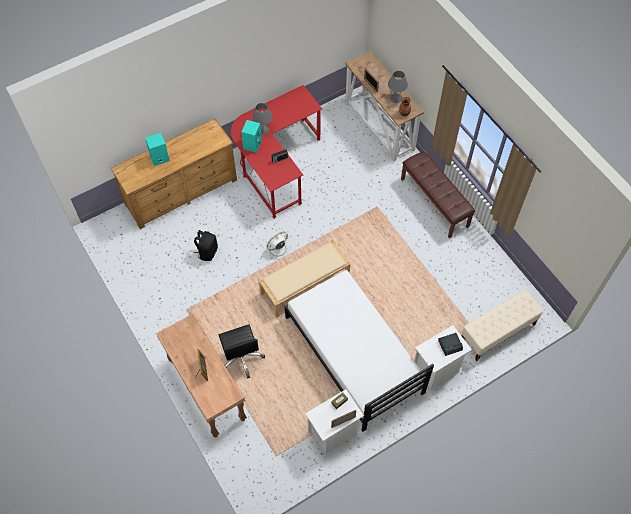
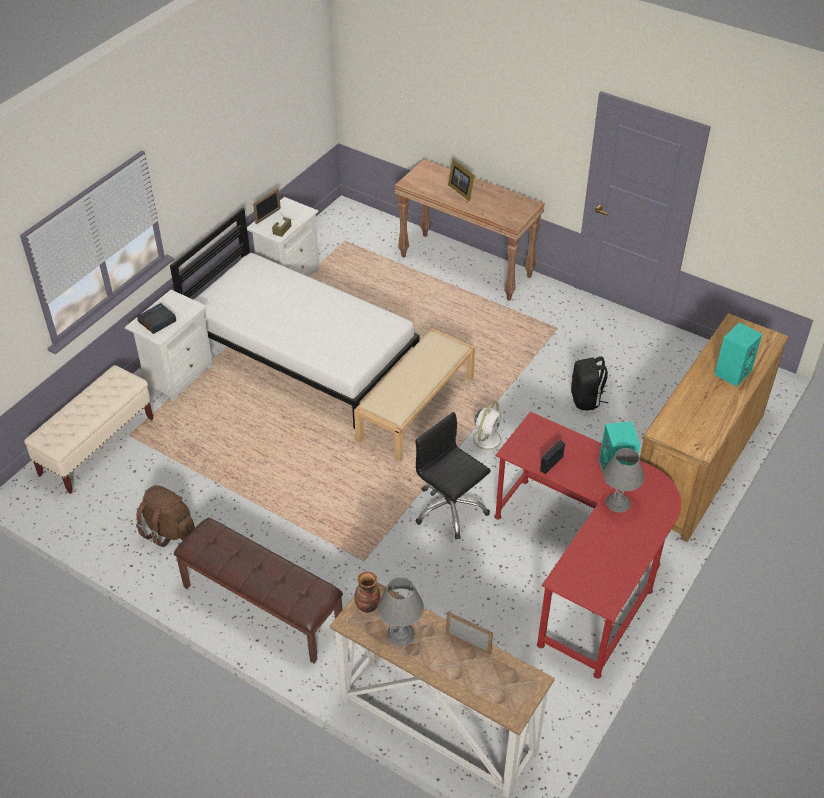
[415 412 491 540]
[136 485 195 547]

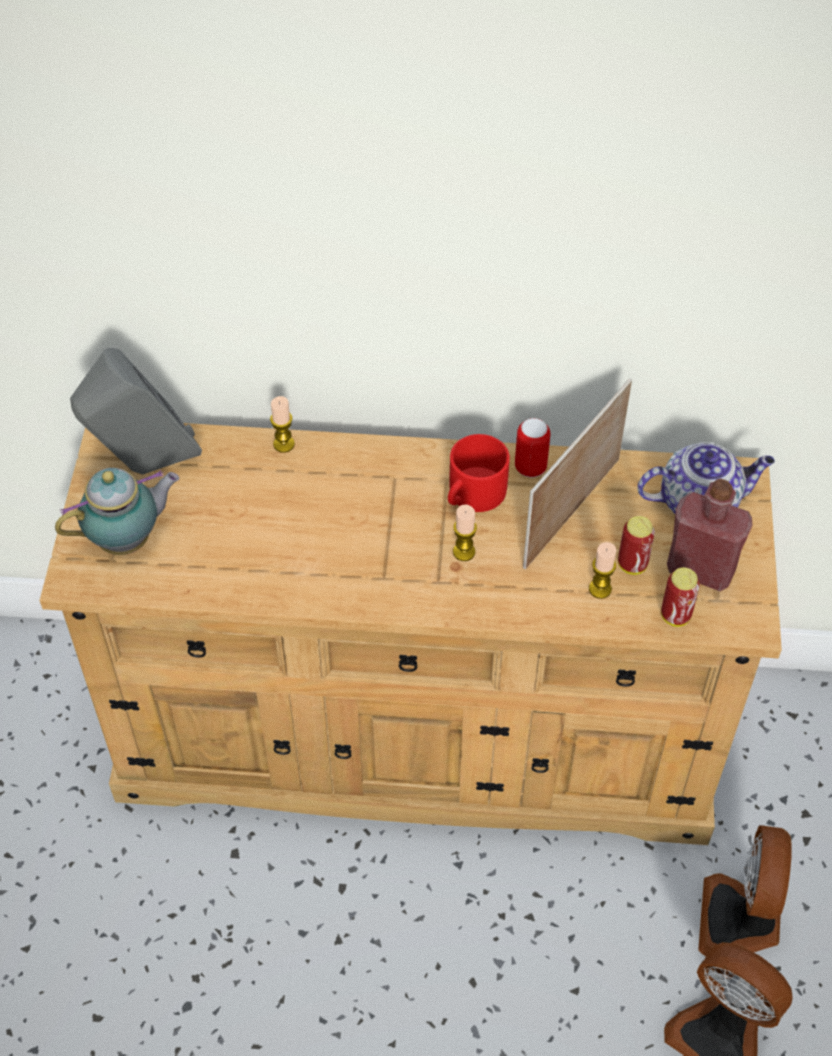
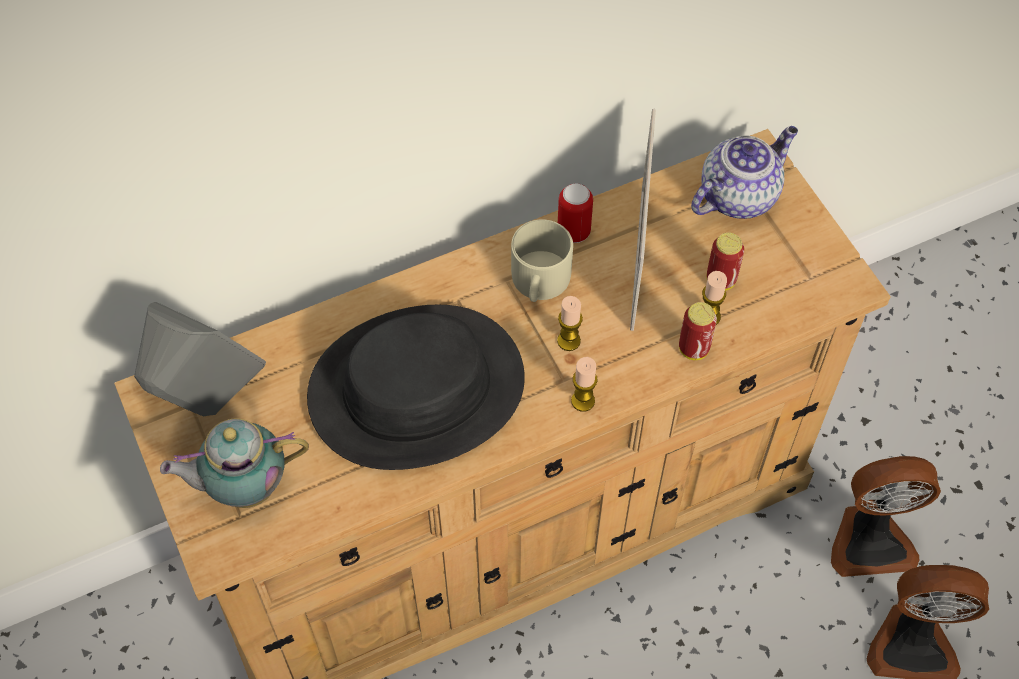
[160 418 309 508]
[571 357 598 412]
[511 219 573 302]
[679 302 717 360]
[667 478 753 591] (first image)
[831 456 941 577]
[307 305 525 470]

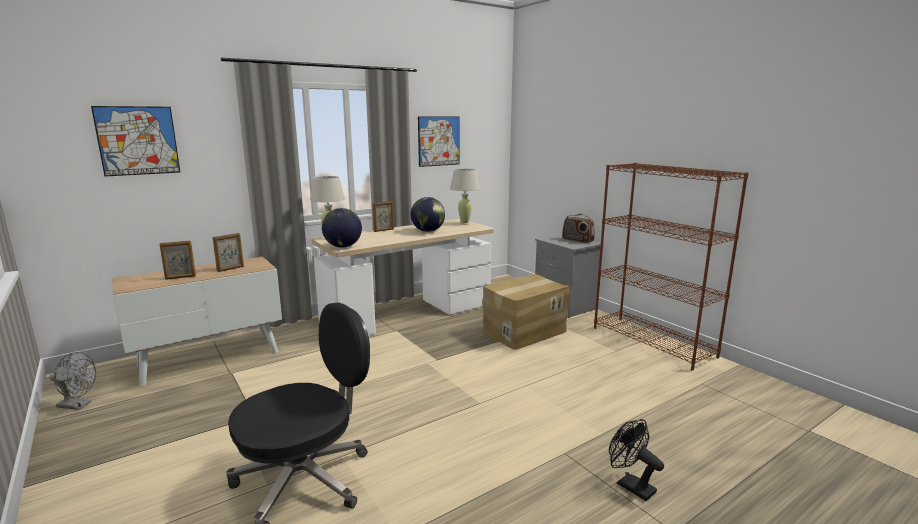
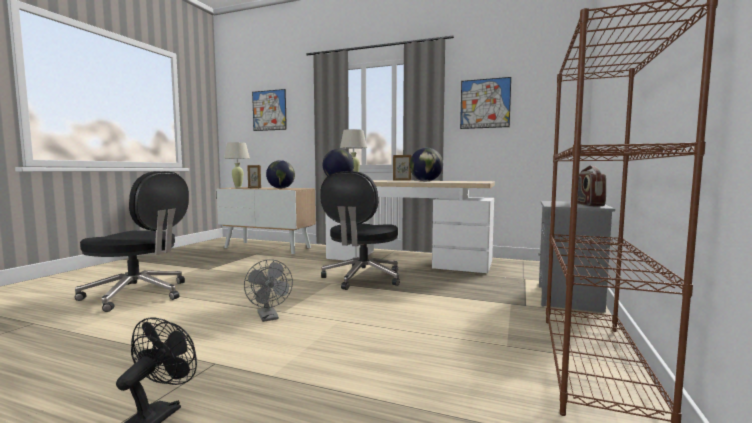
[244 259 293 322]
[266 160 295 189]
[224 142 250 188]
[482 274 570 350] (first image)
[320 171 400 290]

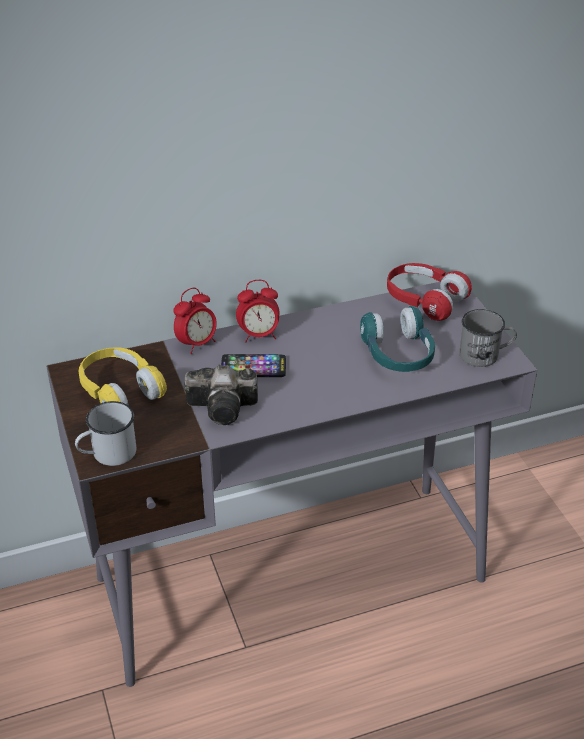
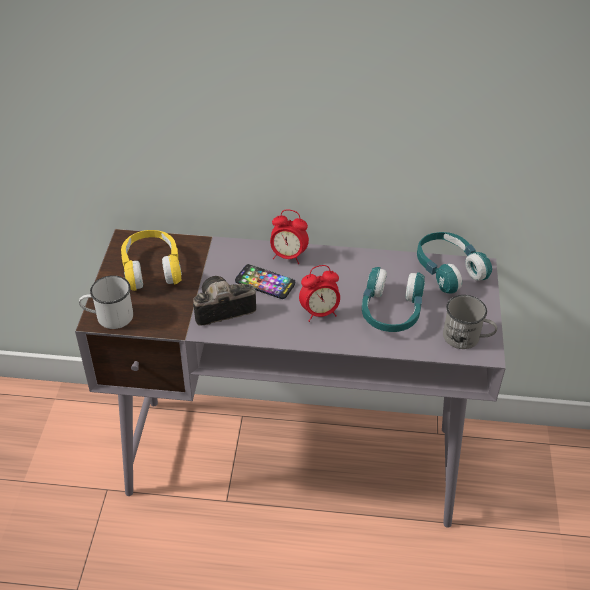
[299 265 340 322]
[193 276 256 326]
[417 232 492 294]

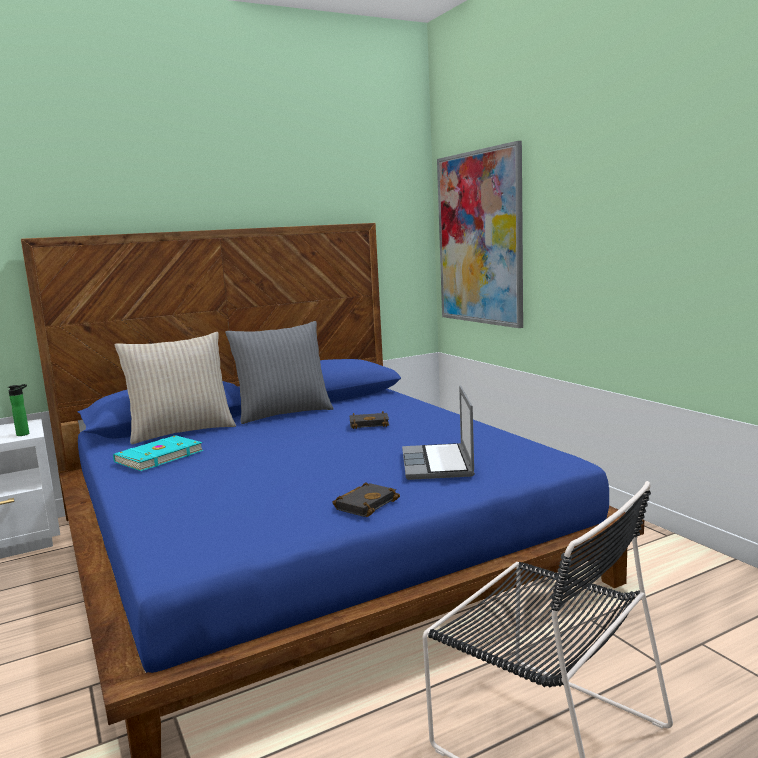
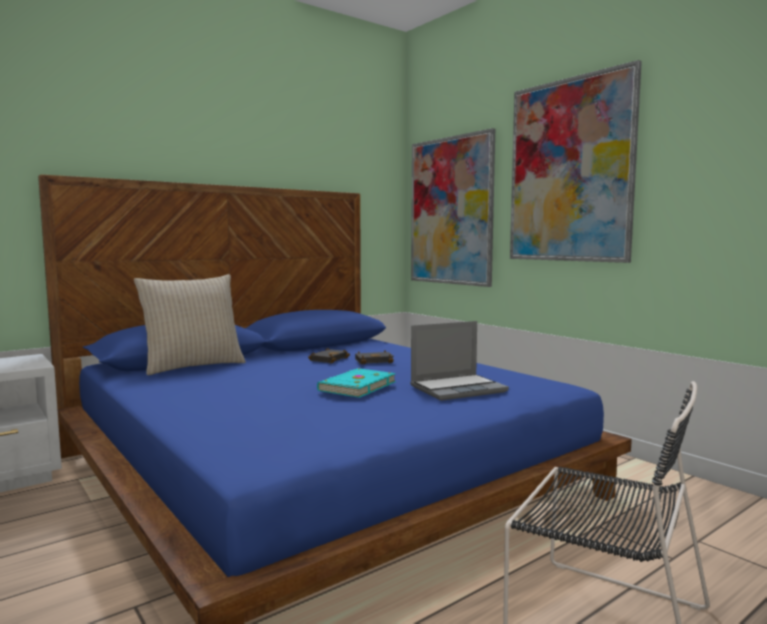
[8 384 29 436] (first image)
[317 368 396 398]
[225 321 334 424] (first image)
[308 348 350 363]
[410 321 509 401]
[510 60 642 263]

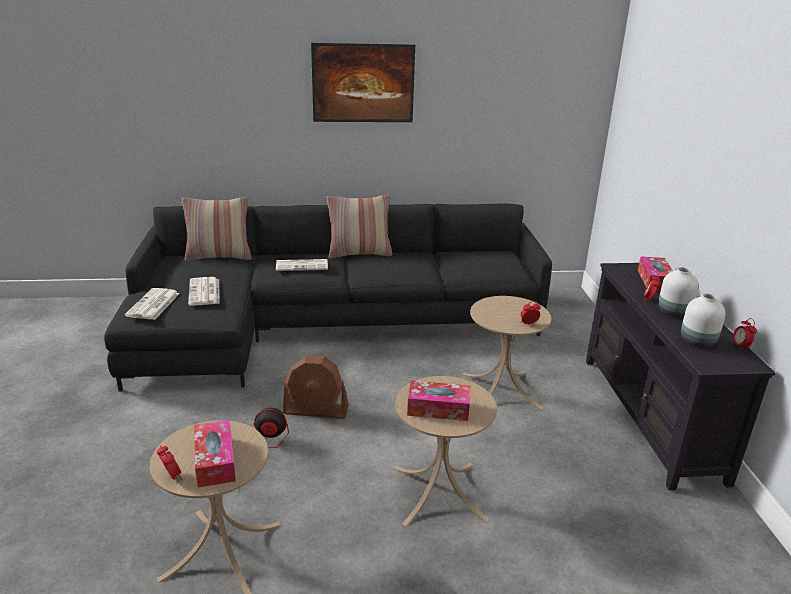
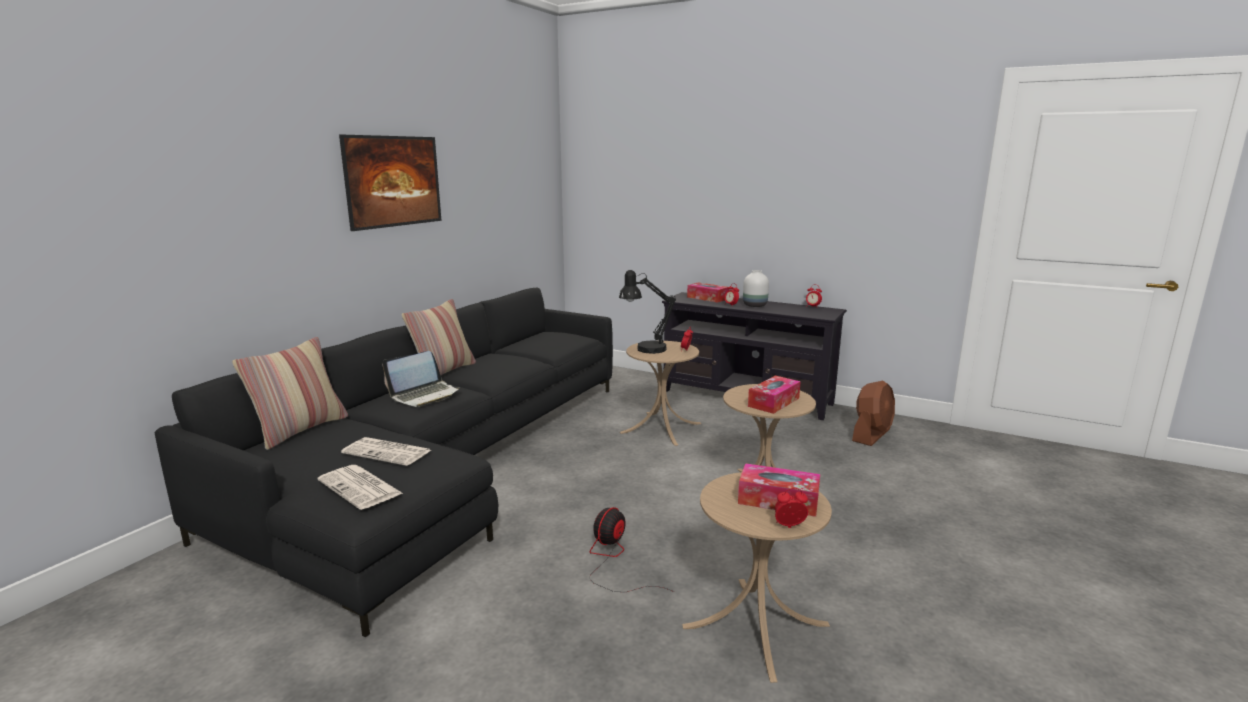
[382 351 460 407]
[852 381 895 446]
[681 293 725 348] (first image)
[619 270 676 354]

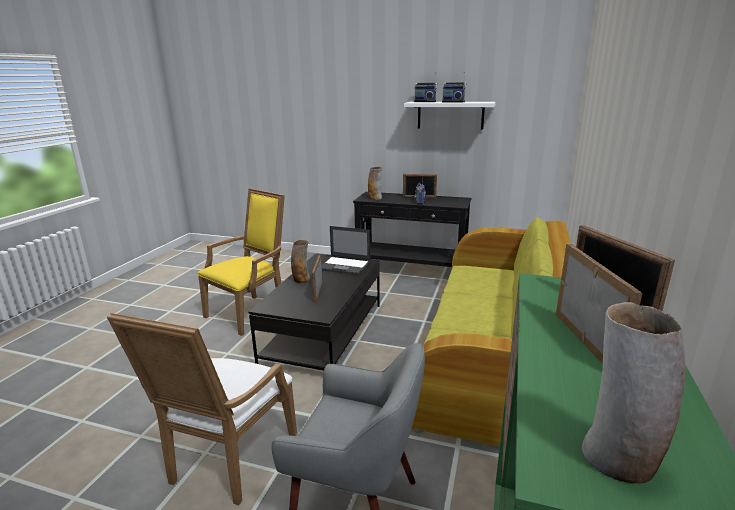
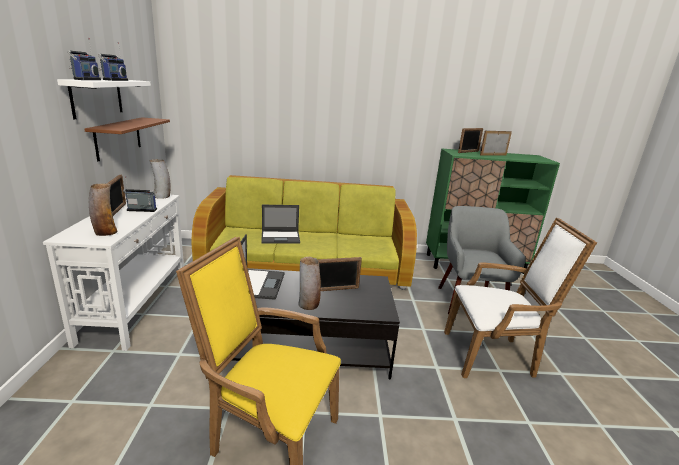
[43 195 184 351]
[149 159 171 199]
[84 117 170 161]
[261 205 300 244]

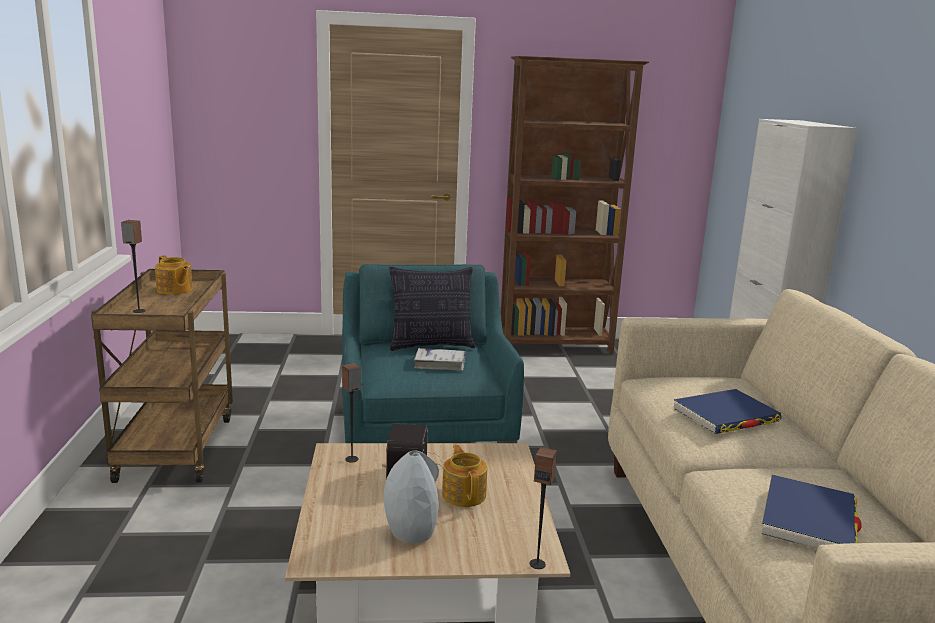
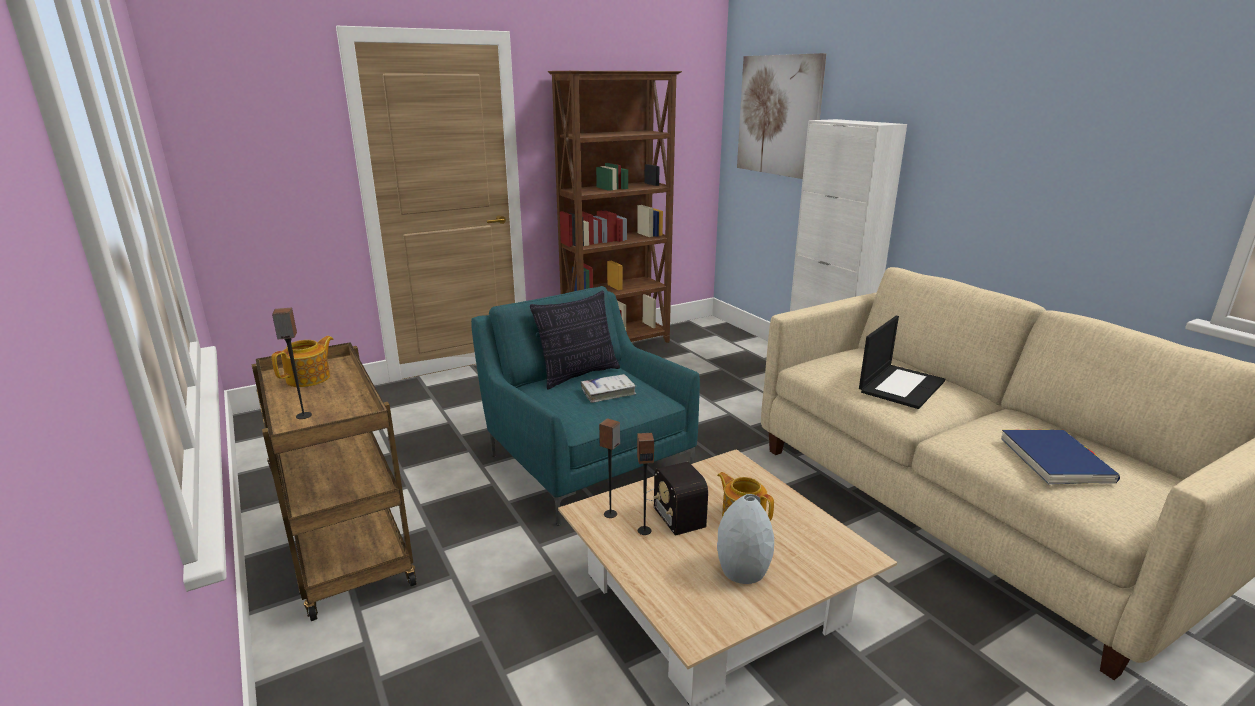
[271 336 333 387]
[637 433 654 535]
[859 316 945 409]
[737 53 826 179]

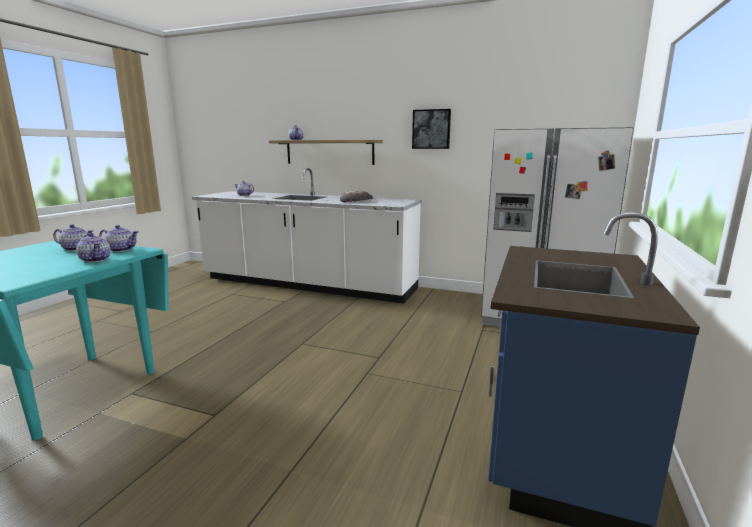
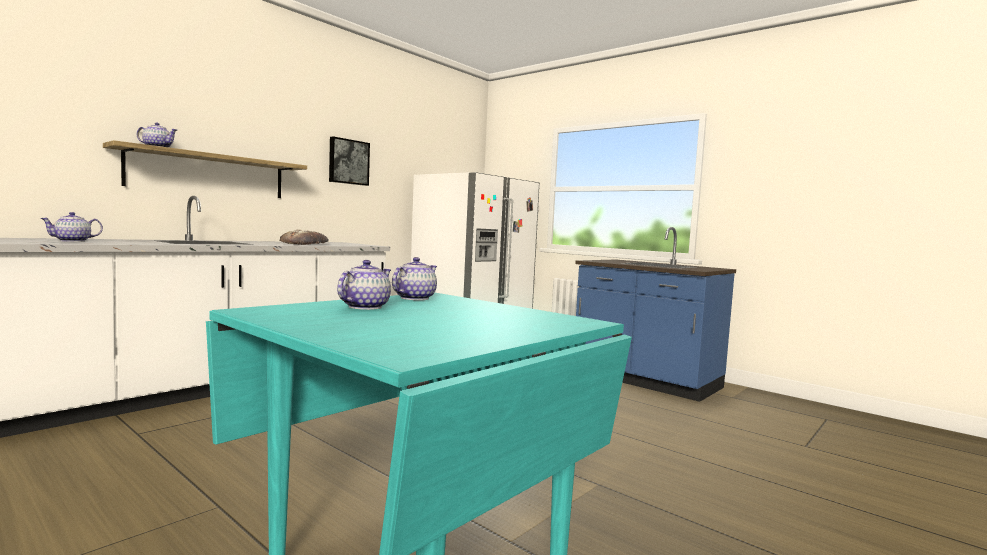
[76 233 111 263] (first image)

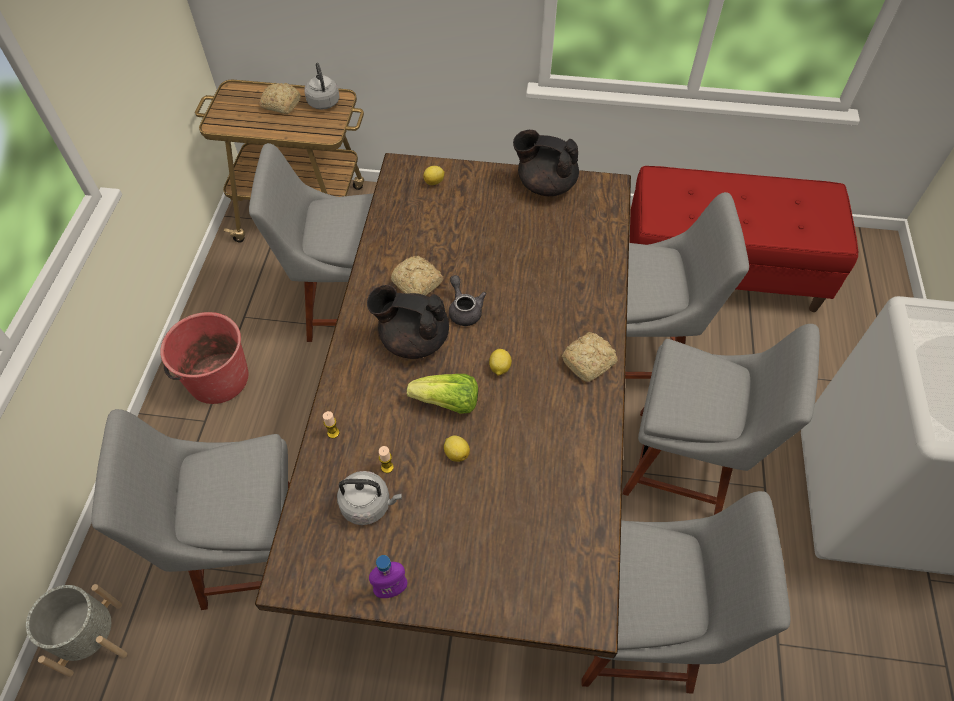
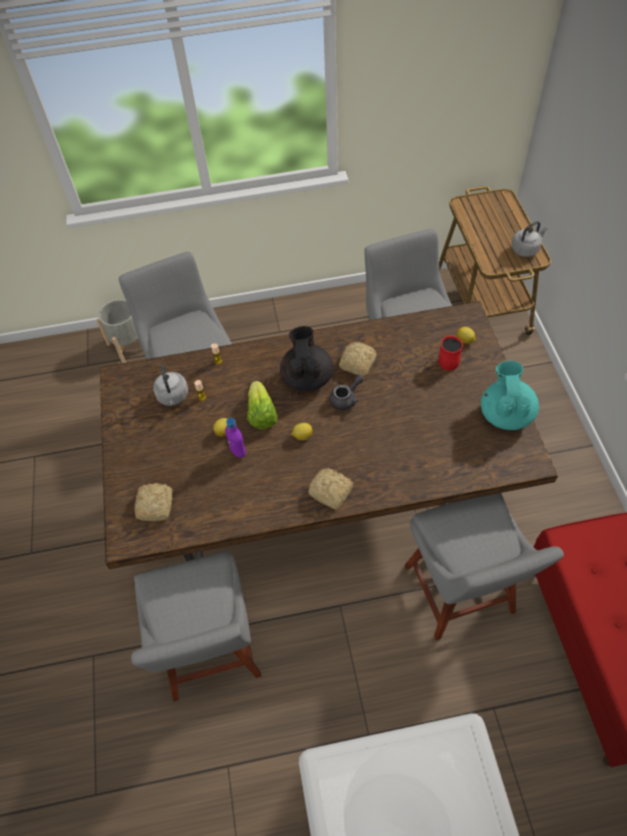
[160 312 248 404] (first image)
[134 483 173 521]
[225 418 246 458]
[481 361 539 430]
[622 324 820 515] (first image)
[438 336 463 371]

